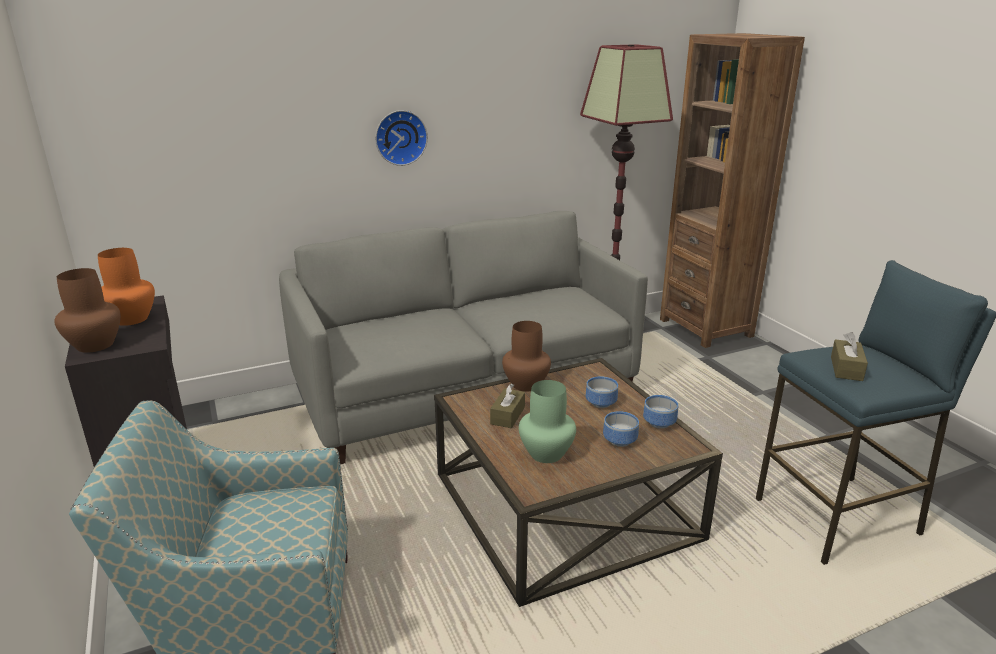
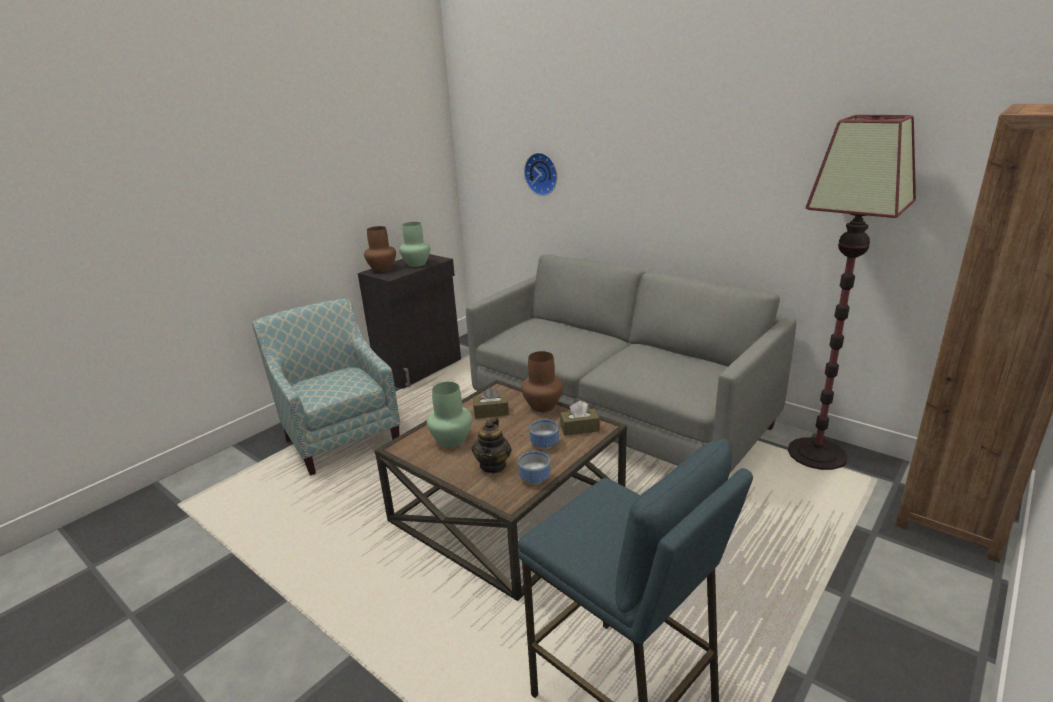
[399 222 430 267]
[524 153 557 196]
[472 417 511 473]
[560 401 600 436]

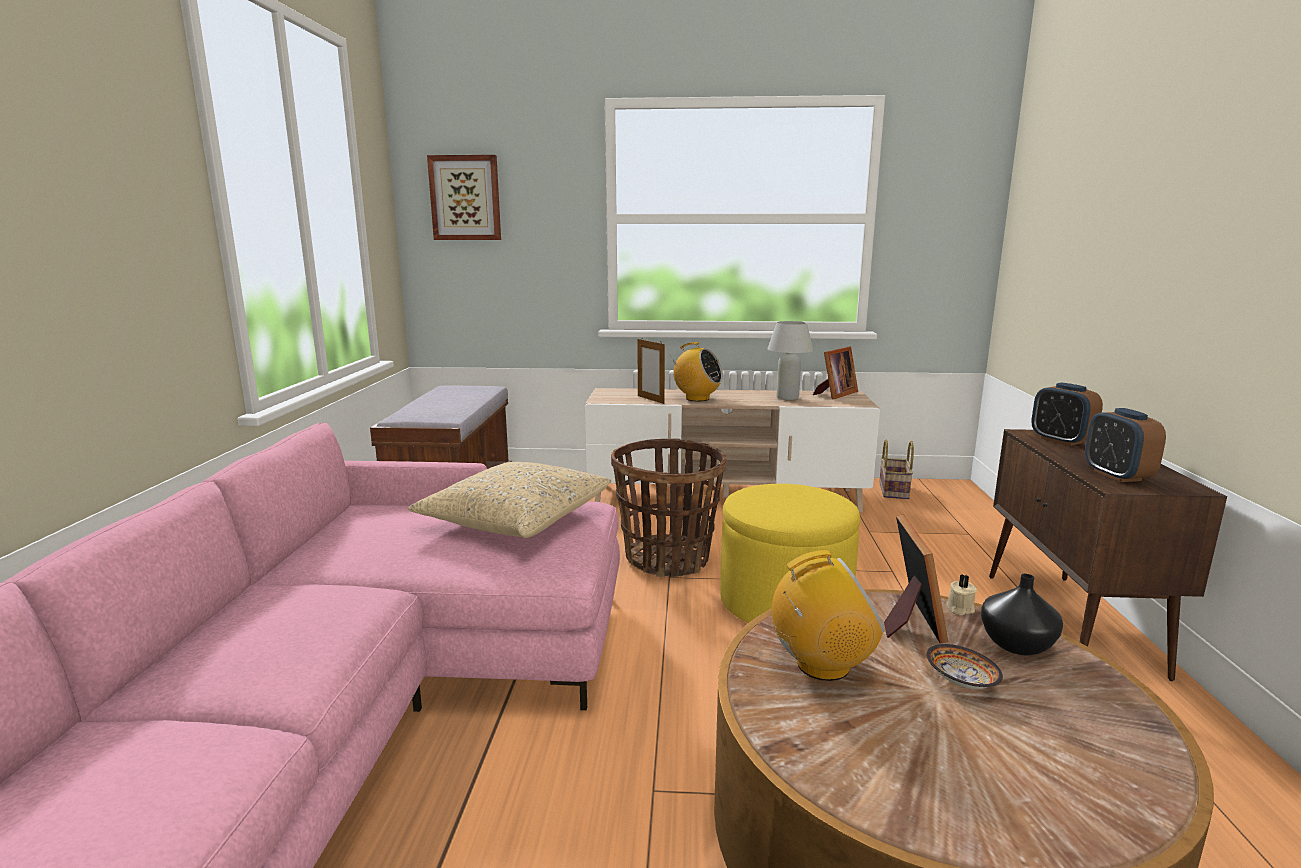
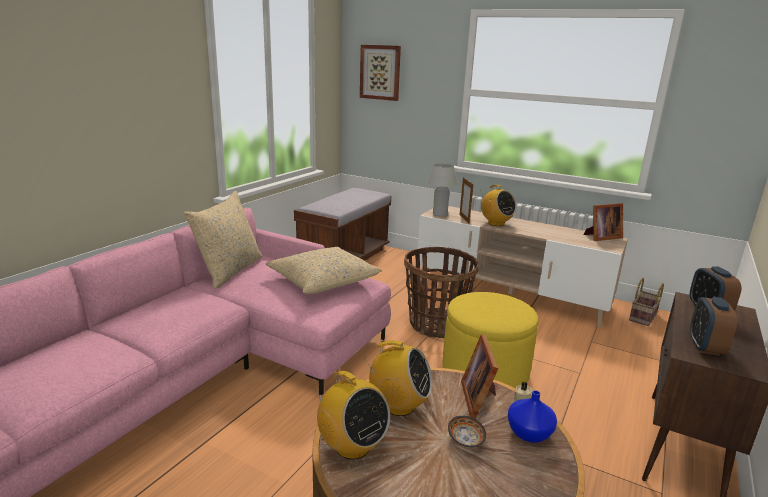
[428 163 458 217]
[461 334 499 419]
[508 390 557 443]
[184 191 262 289]
[315 371 390 460]

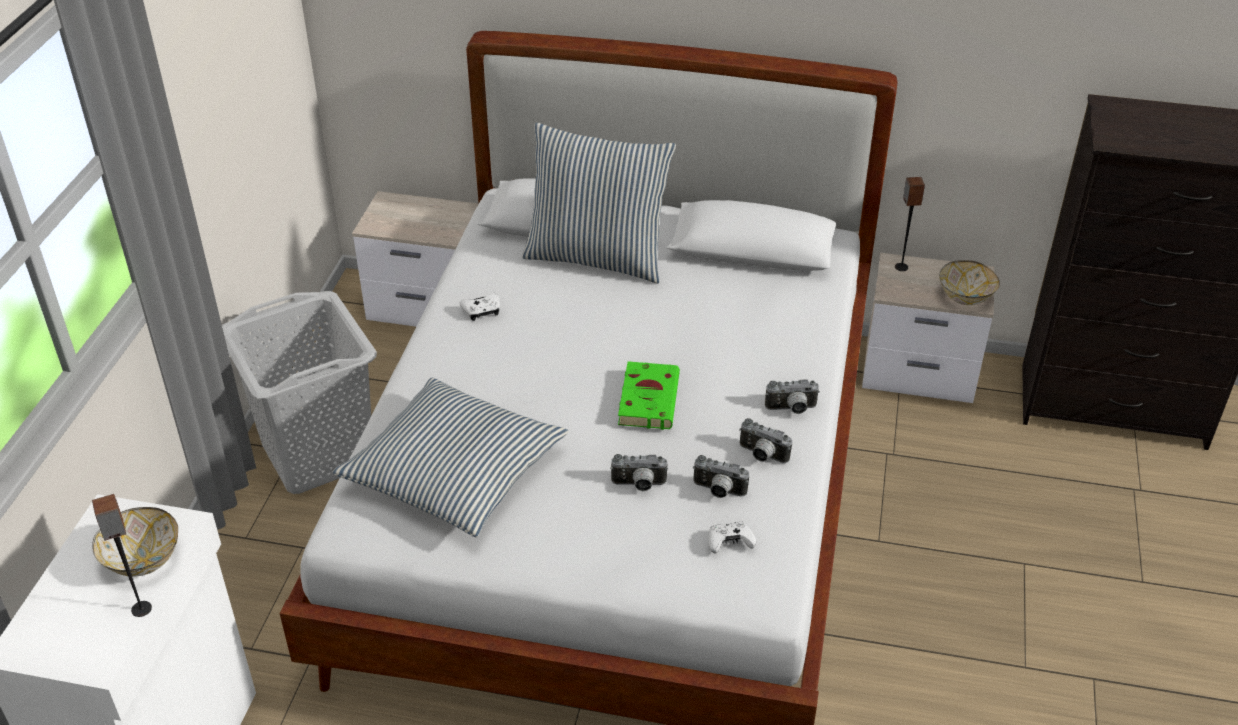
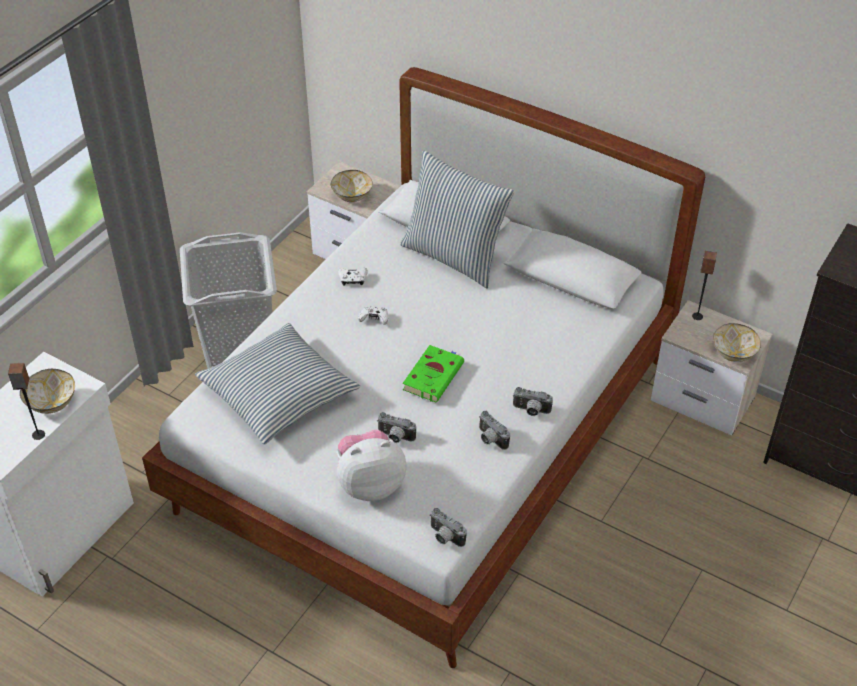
[430 508 467 547]
[358 306 388 325]
[331 170 373 202]
[337 430 407 501]

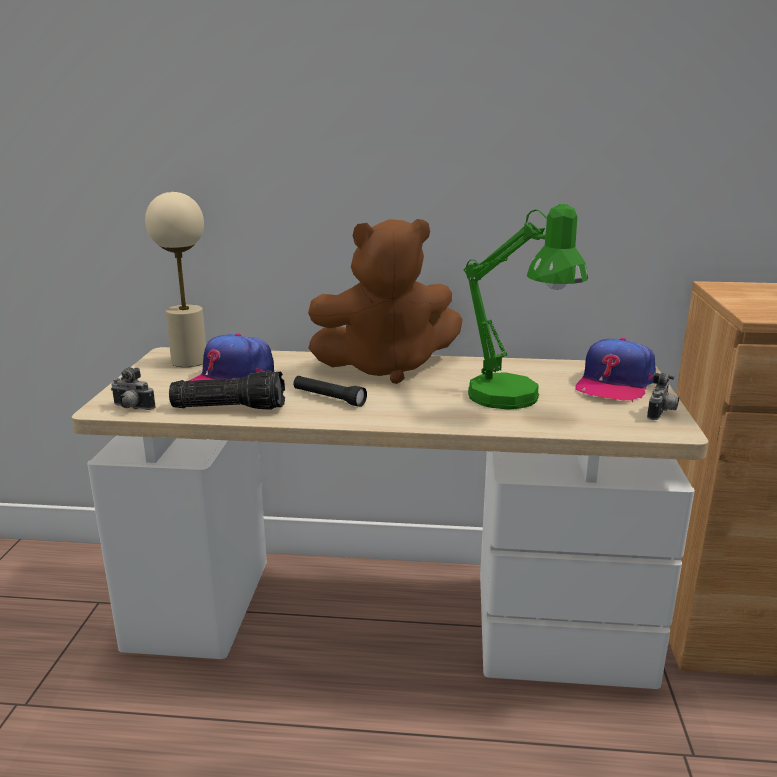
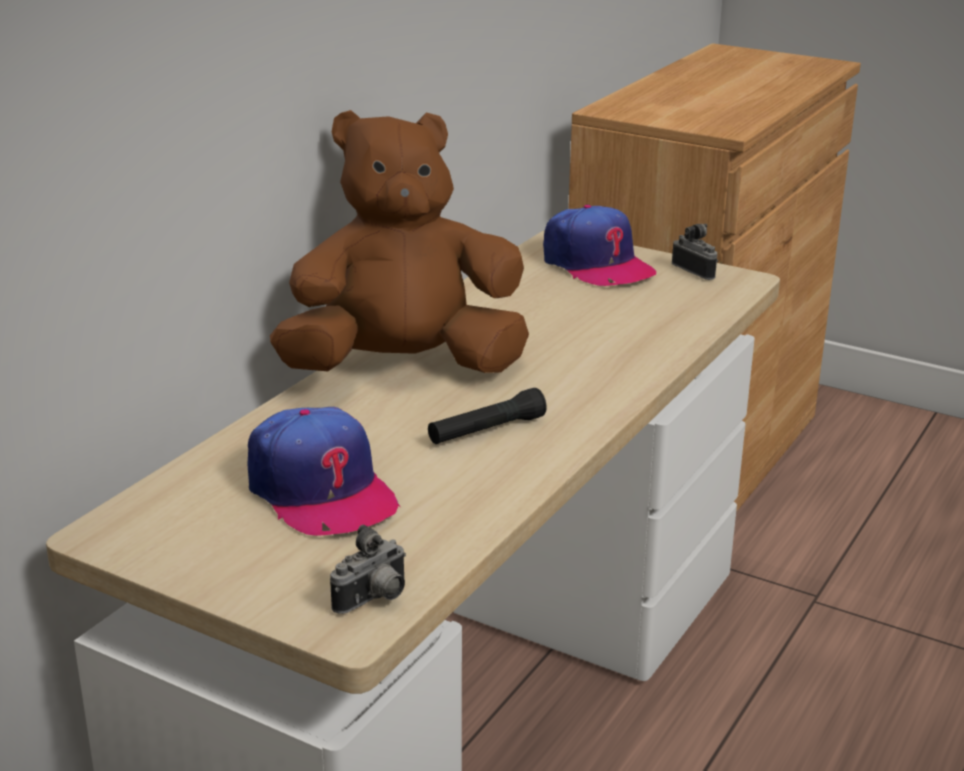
[145 192 206 367] (first image)
[169 370 285 410] (first image)
[270 110 529 373]
[464 204 588 410] (first image)

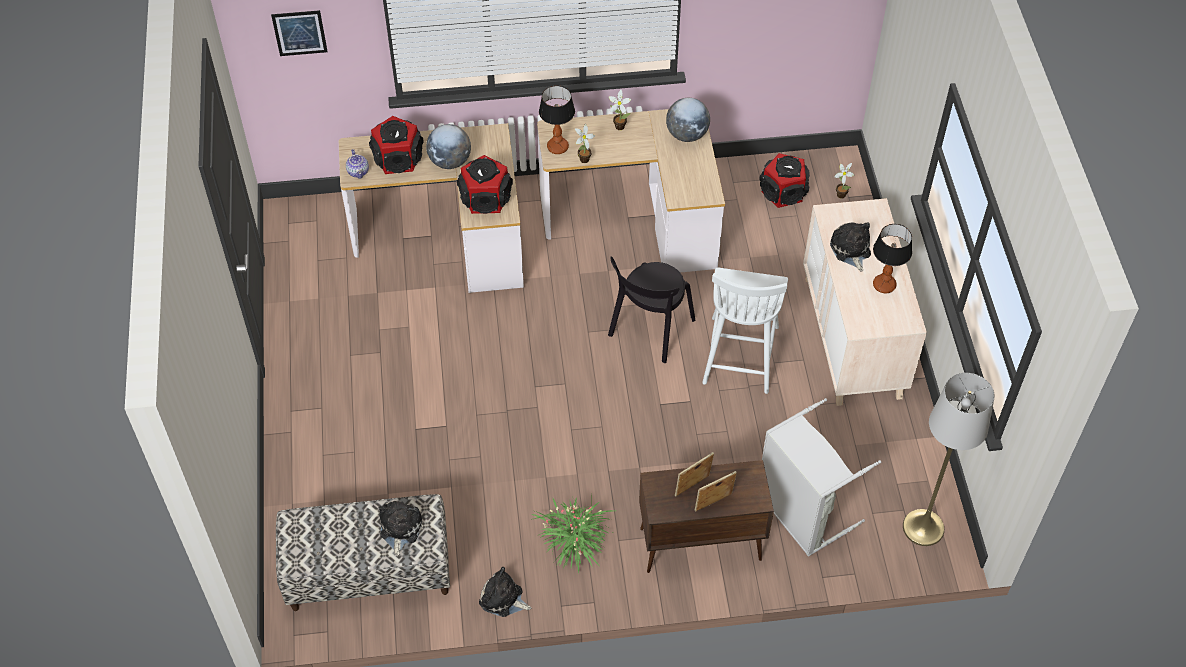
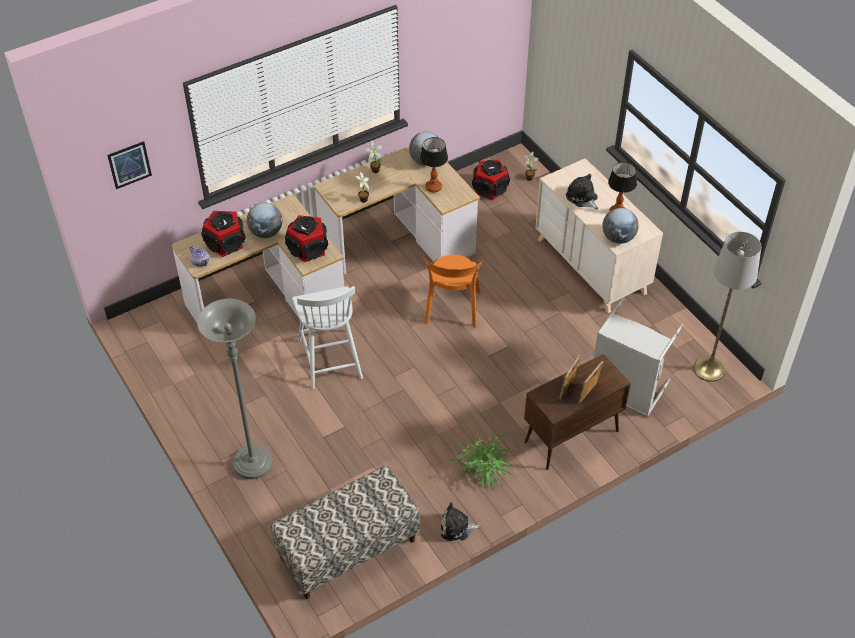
[379 501 422 556] (first image)
[420 137 448 193]
[423 255 483 328]
[292 286 363 389]
[197 299 272 479]
[602 208 639 244]

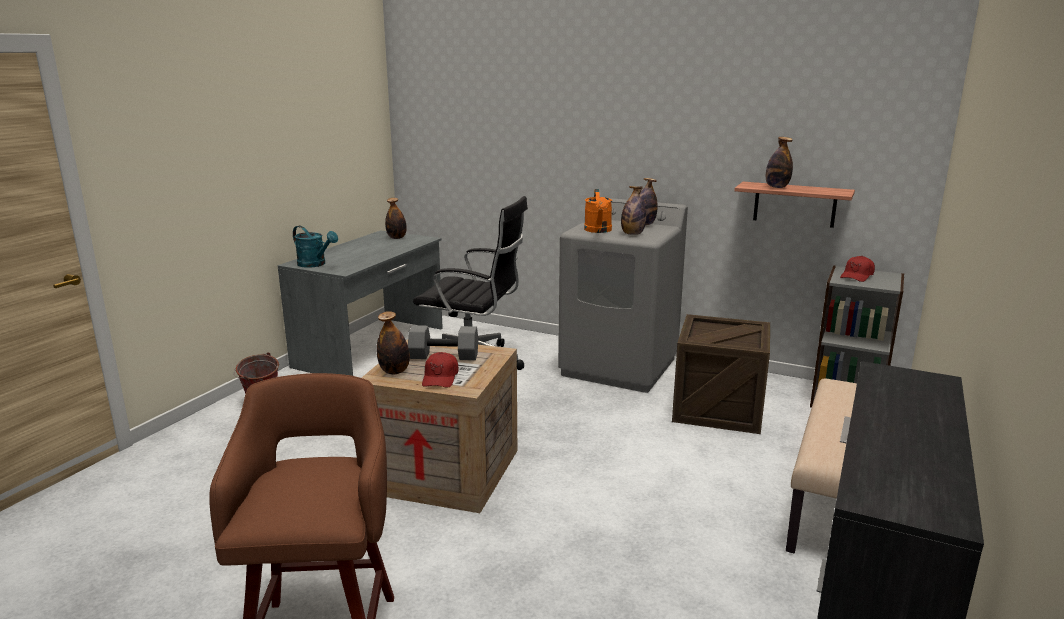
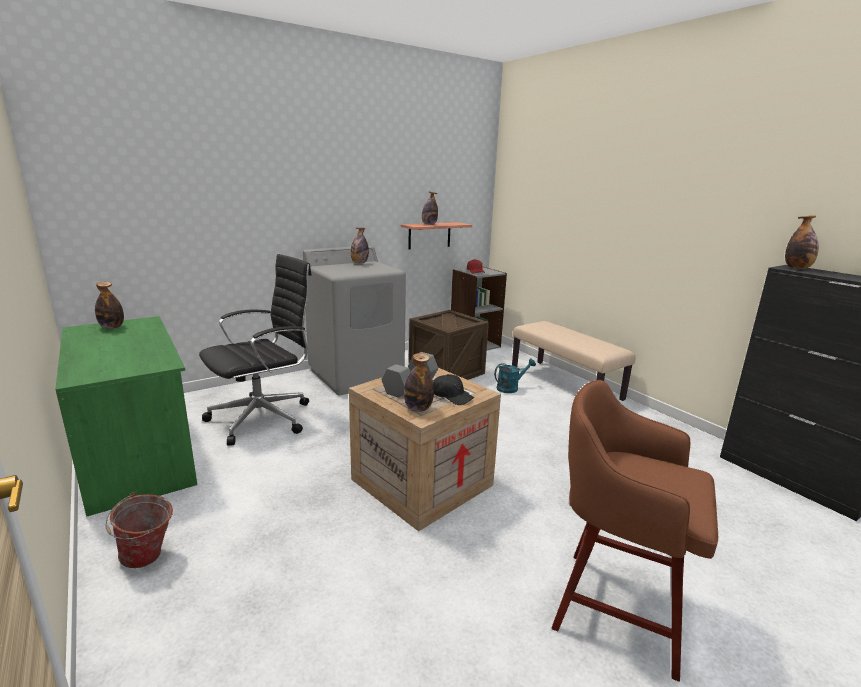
[55 316 197 517]
[494 359 536 393]
[433 374 474 405]
[584 189 612 233] (first image)
[785 215 818 269]

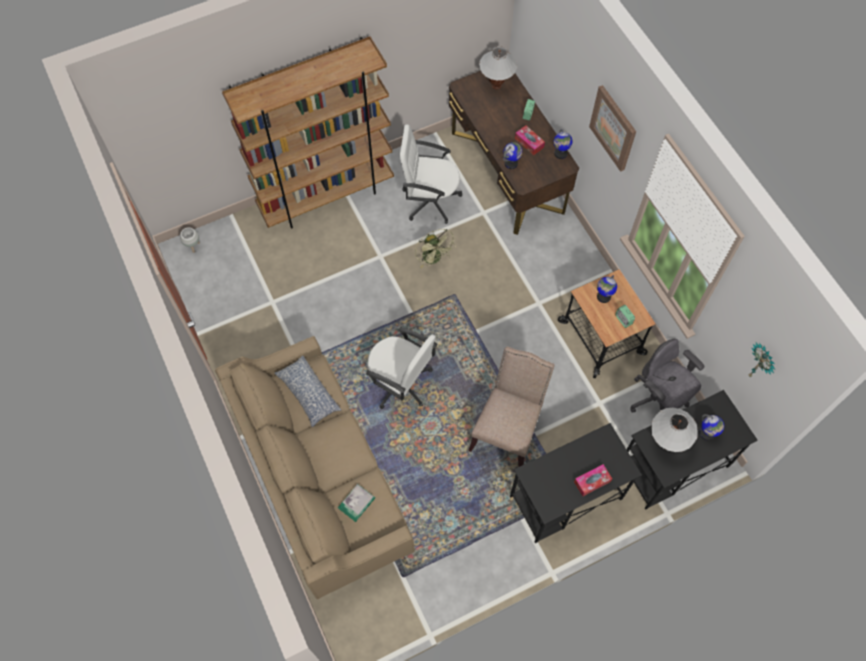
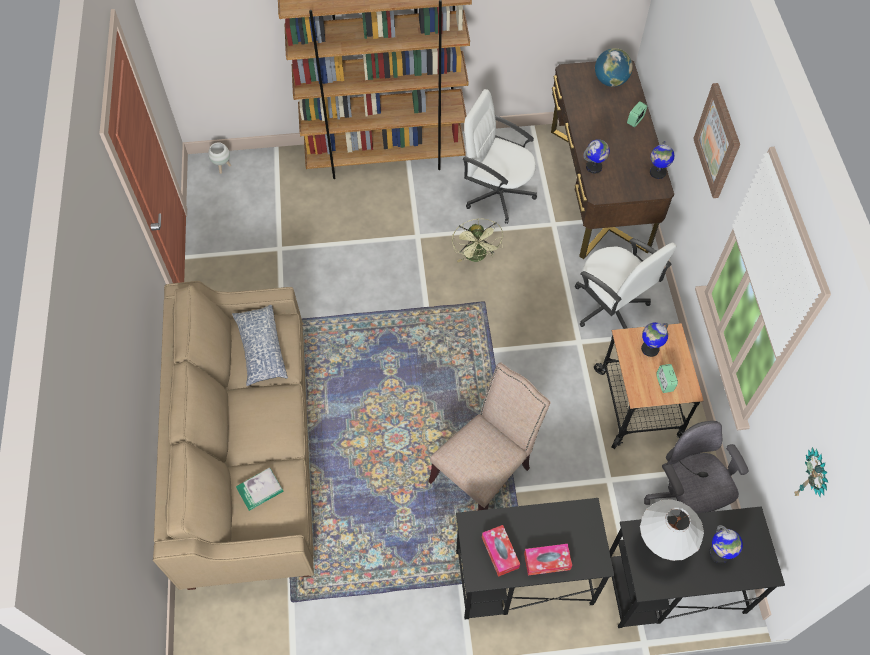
[575 238 677 329]
[595 48 633 87]
[482 525 520 577]

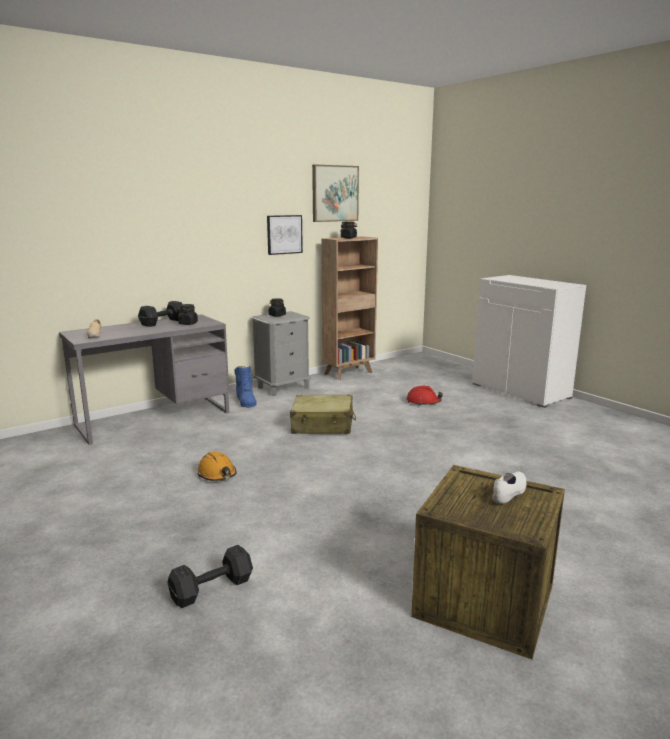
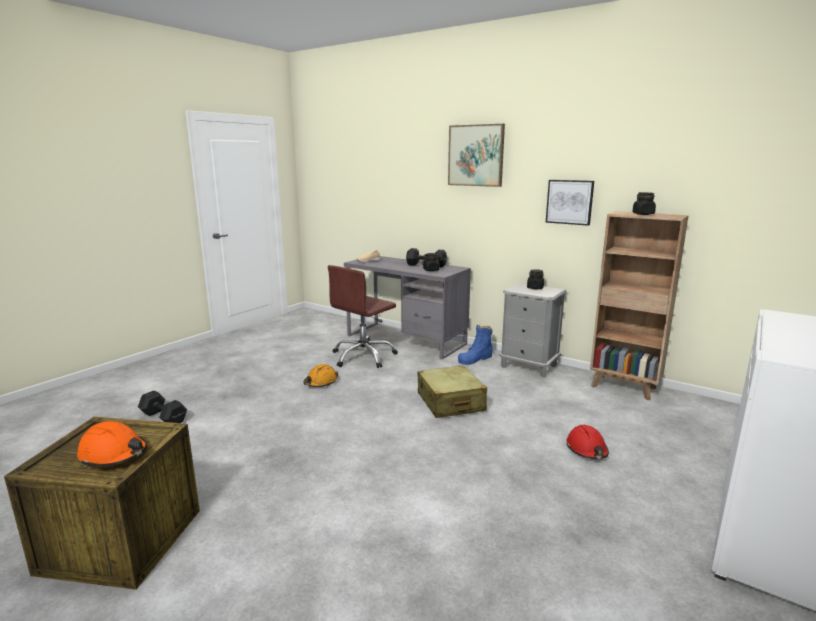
[448 124 505 187]
[77 421 148 467]
[328 265 398 368]

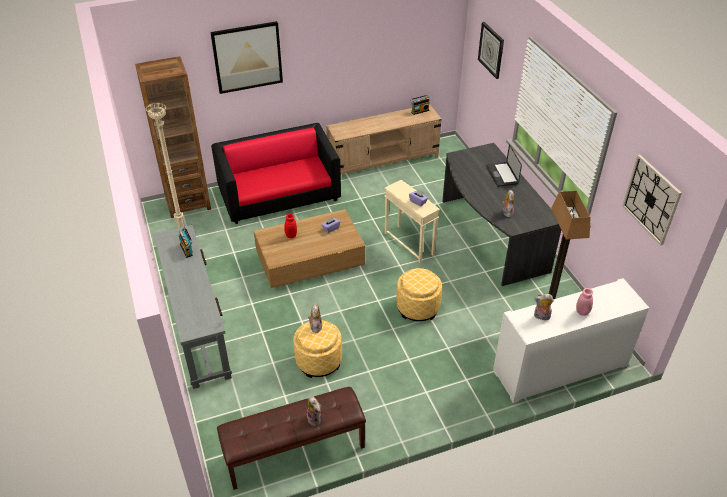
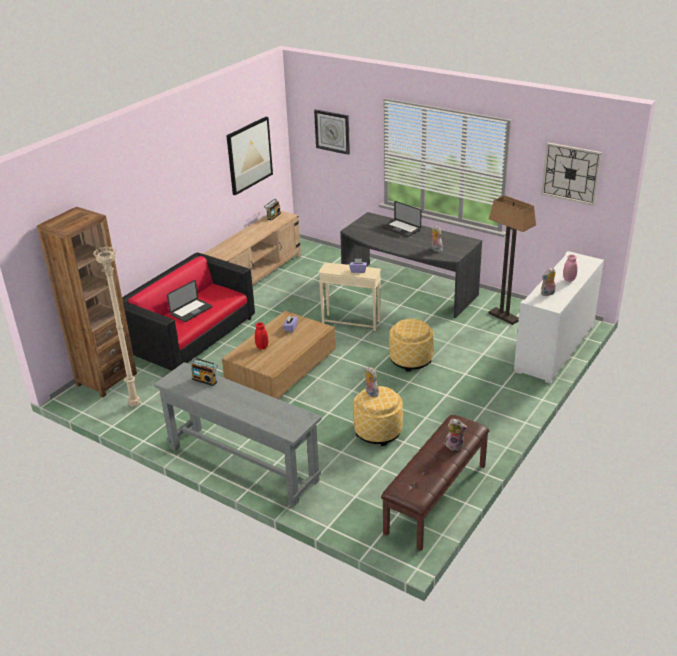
[226 117 273 195]
[167 280 213 322]

